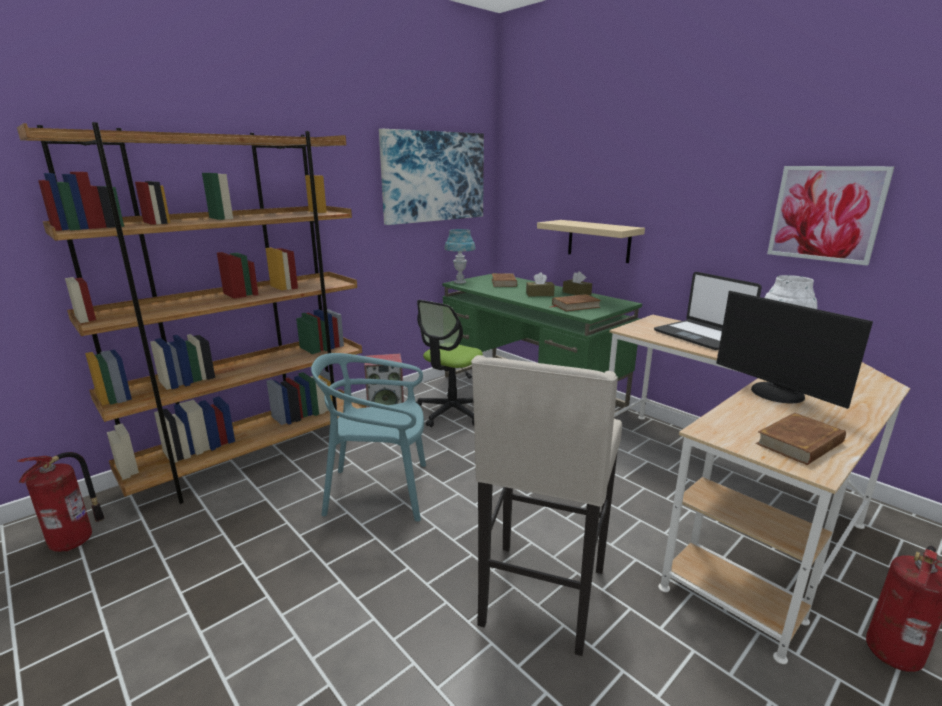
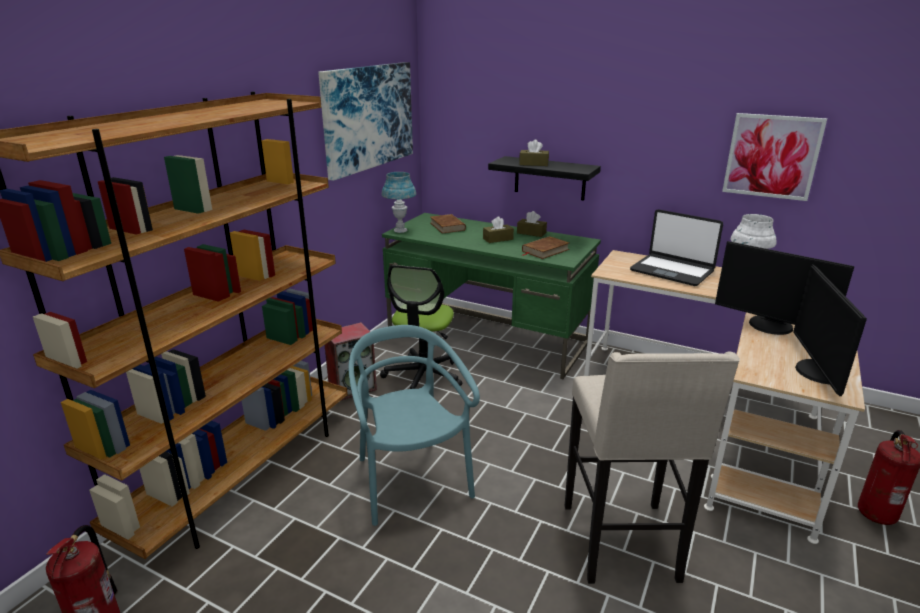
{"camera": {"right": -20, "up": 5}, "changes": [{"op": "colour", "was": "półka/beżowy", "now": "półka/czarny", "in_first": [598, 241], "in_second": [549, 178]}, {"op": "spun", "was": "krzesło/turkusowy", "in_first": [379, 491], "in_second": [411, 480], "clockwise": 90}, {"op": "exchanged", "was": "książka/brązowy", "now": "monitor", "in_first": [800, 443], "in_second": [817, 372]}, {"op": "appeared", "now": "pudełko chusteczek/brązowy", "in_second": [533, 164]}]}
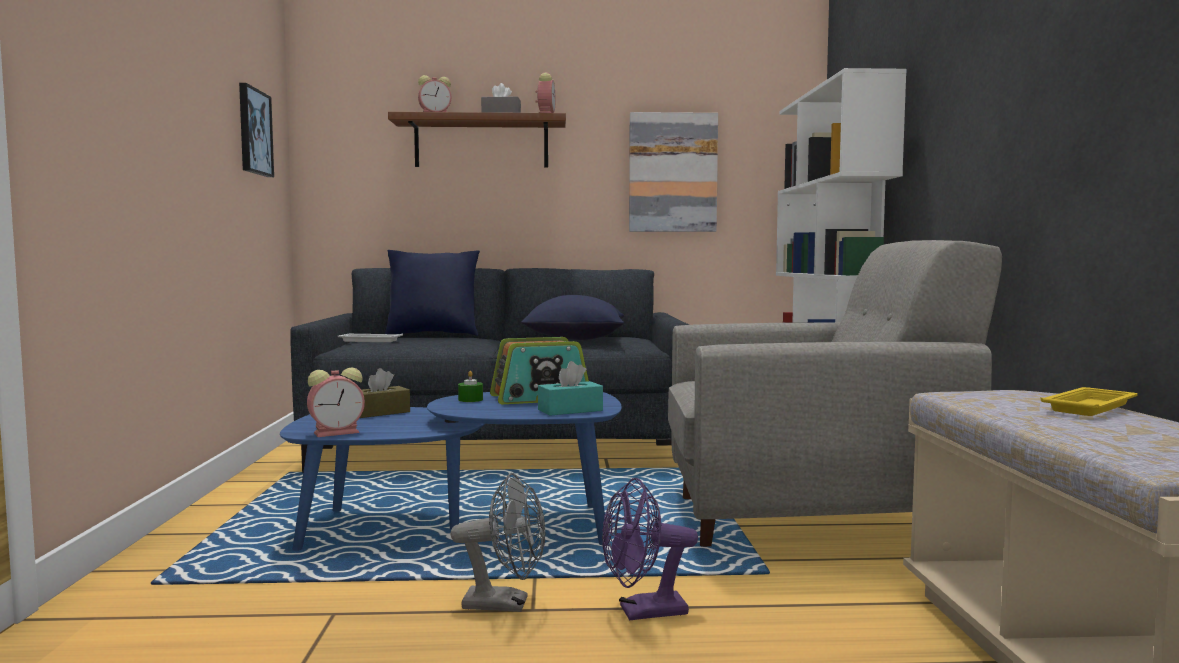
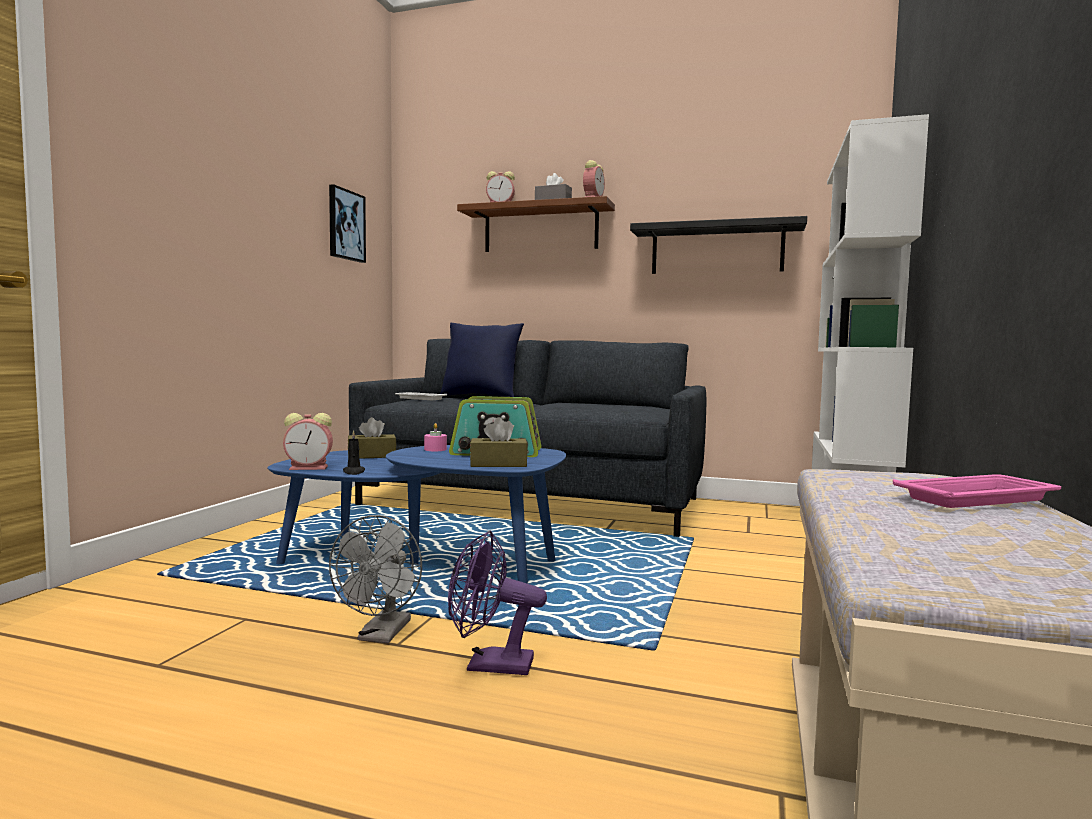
{"camera": {"right": 20, "up": 0}, "changes": [{"op": "exchanged", "was": "obraz", "now": "półka/czarny", "in_first": [672, 173], "in_second": [716, 249]}, {"op": "missing", "was": "fotel/szary", "in_first": [810, 522]}, {"op": "missing", "was": "poduszka/niebieski", "in_first": [575, 339]}, {"op": "colour", "was": "pudełko chusteczek/turkusowy", "now": "pudełko chusteczek/brązowy", "in_first": [570, 410], "in_second": [498, 464]}, {"op": "colour", "was": "świeca/zielony", "now": "świeca/różowy", "in_first": [470, 399], "in_second": [435, 449]}, {"op": "colour", "was": "taca/żółty", "now": "taca/różowy", "in_first": [1090, 407], "in_second": [978, 499]}, {"op": "spun", "was": "wentylator/szary", "in_first": [506, 604], "in_second": [381, 635], "clockwise": 75}, {"op": "appeared", "now": "świeca/czarny", "in_second": [354, 472]}]}
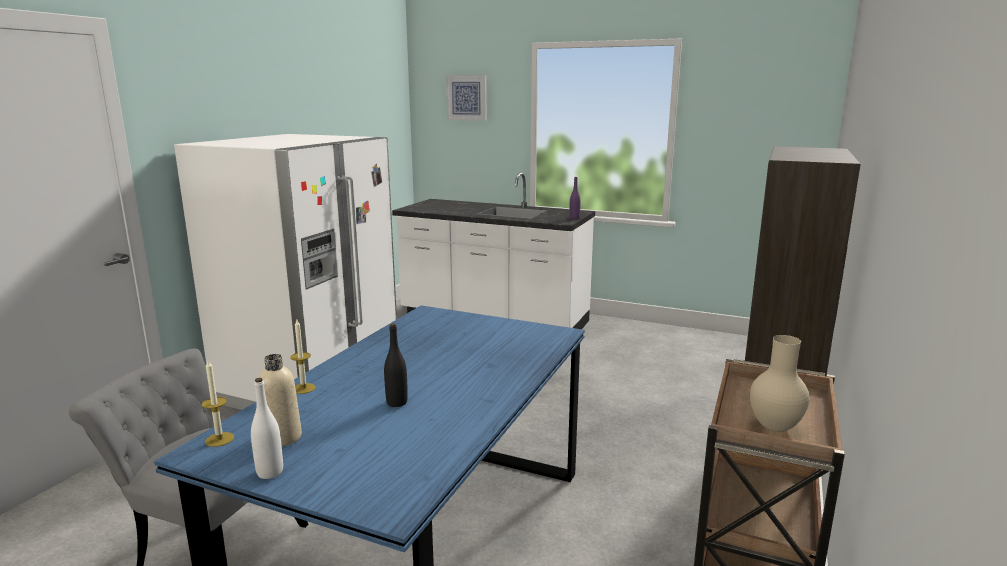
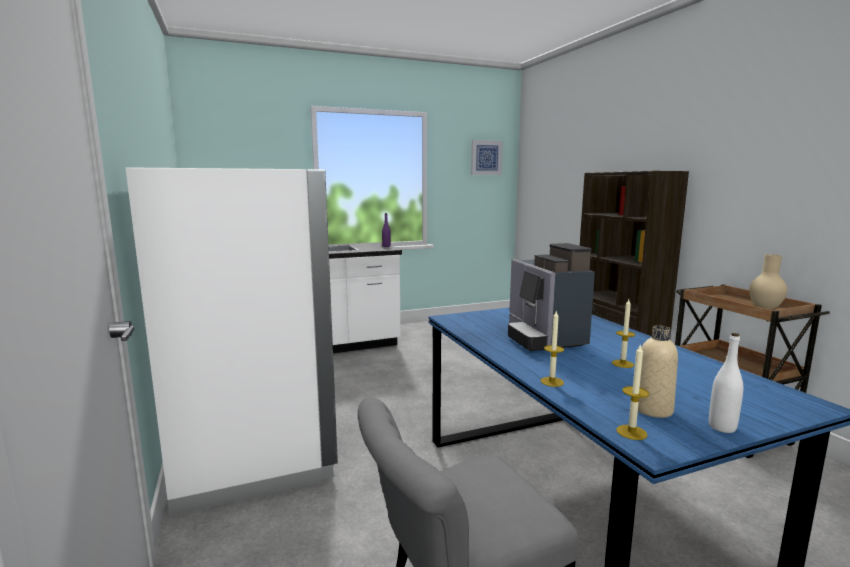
{"camera": {"right": -45, "up": -5}, "changes": [{"op": "relocated", "was": "obraz", "in_first": [467, 98], "in_second": [486, 157]}, {"op": "exchanged", "was": "butelka/czarny", "now": "świeca", "in_first": [397, 402], "in_second": [622, 364]}, {"op": "appeared", "now": "ekspres do kawy", "in_second": [543, 338]}]}
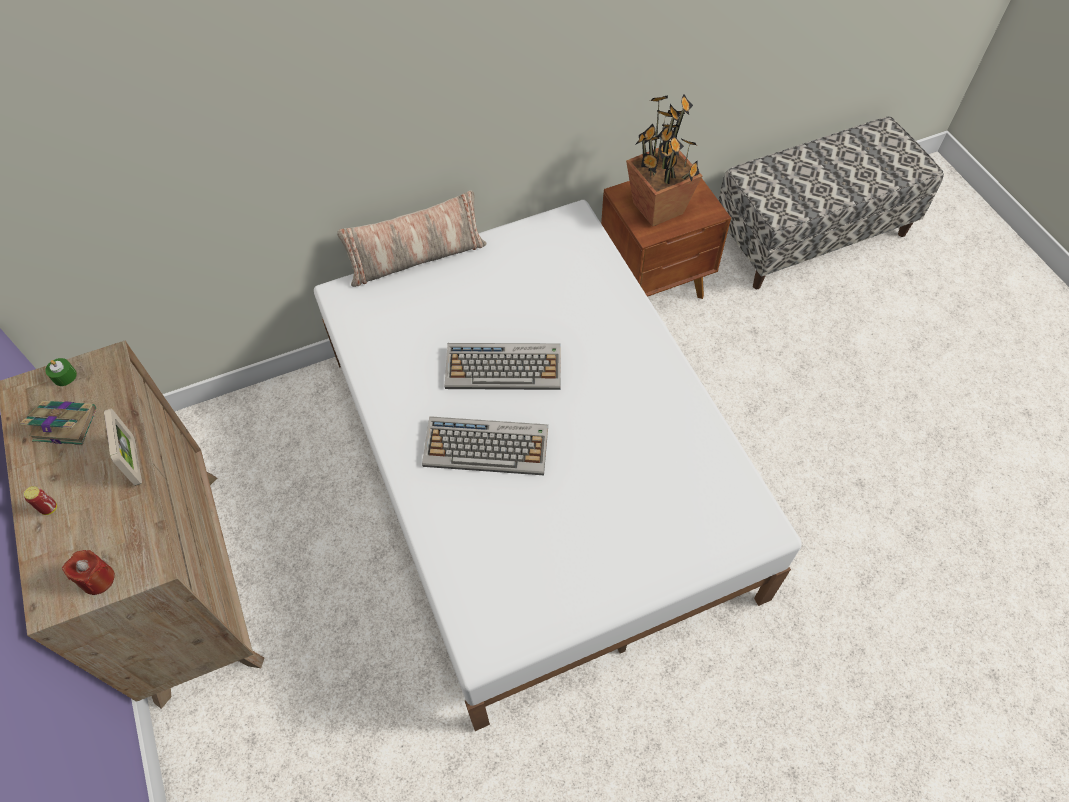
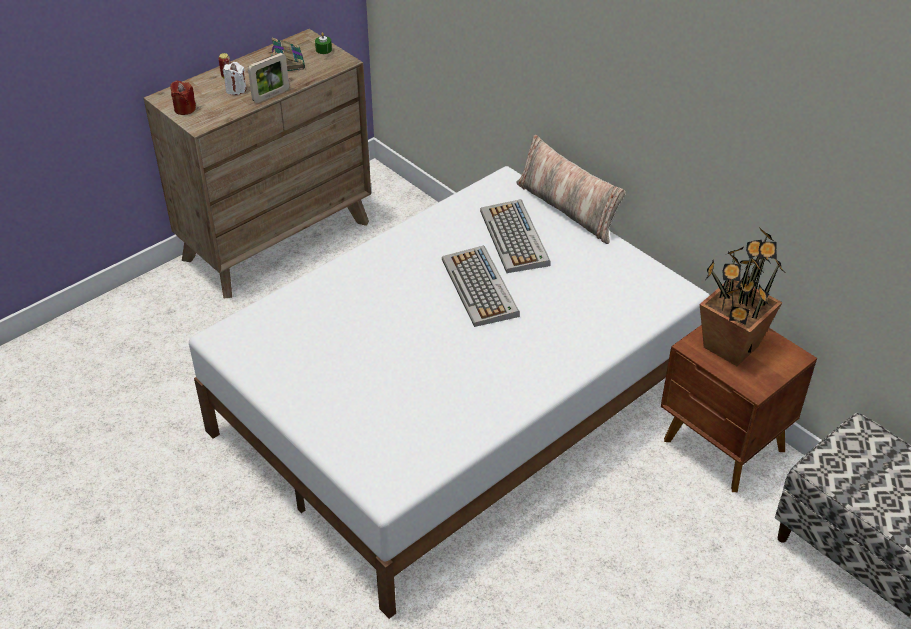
{"camera": {"right": 70, "up": -15}, "changes": [{"op": "relocated", "was": "klawiatura", "in_first": [487, 446], "in_second": [515, 238]}, {"op": "appeared", "now": "świeca/biały", "in_second": [236, 89]}]}
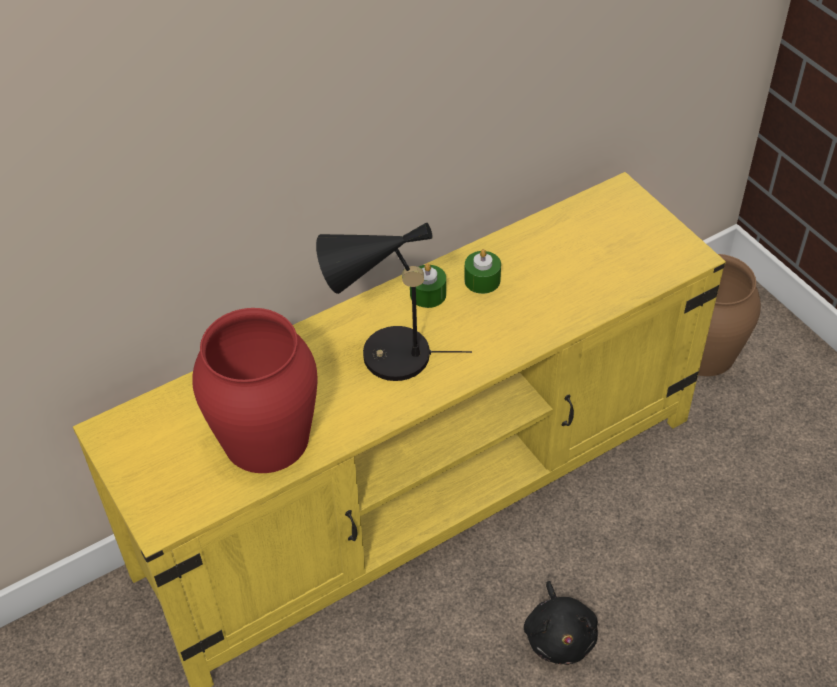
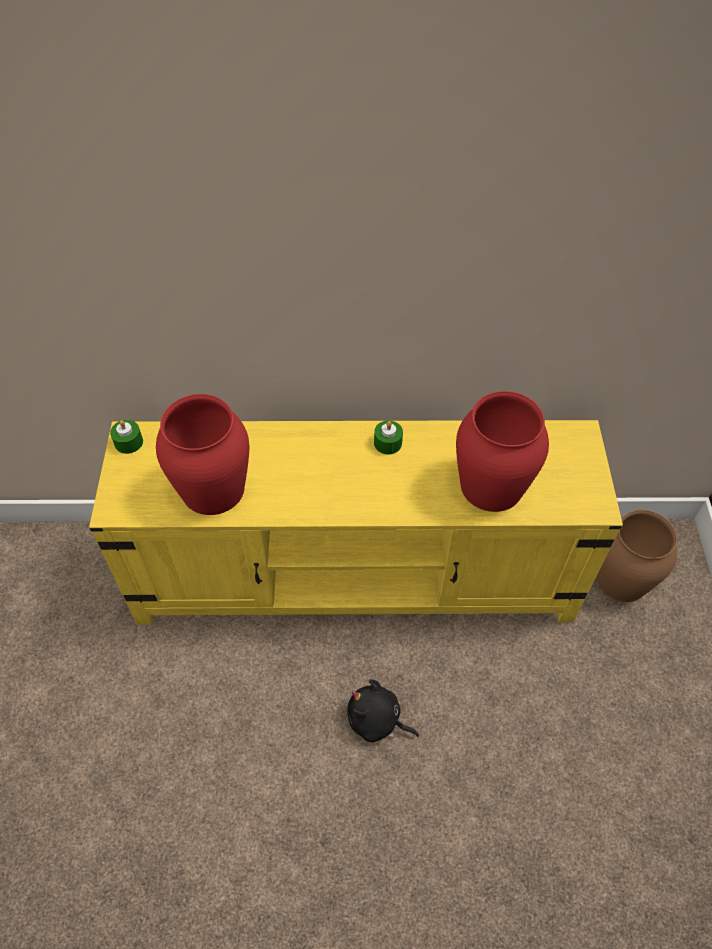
{"camera": {"right": 30, "up": 5}, "changes": [{"op": "missing", "was": "lampa stołowa/czarny", "in_first": [385, 357]}, {"op": "relocated", "was": "świeca/zielony", "in_first": [482, 280], "in_second": [128, 442]}, {"op": "spun", "was": "pluszak/czarny", "in_first": [559, 636], "in_second": [377, 720], "clockwise": 90}, {"op": "appeared", "now": "wazon/czerwony", "in_second": [491, 486]}]}
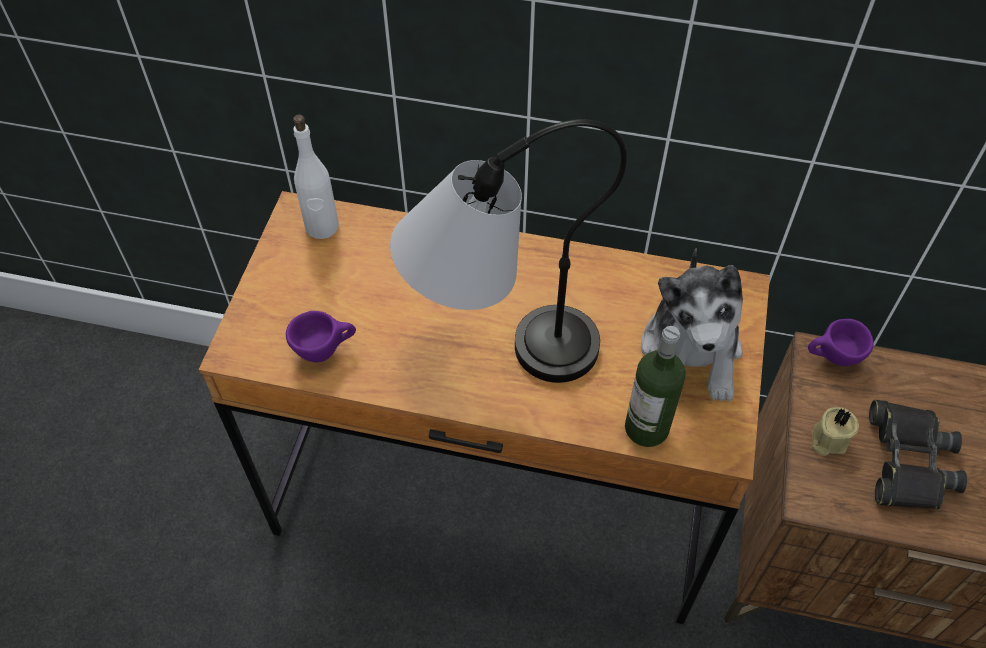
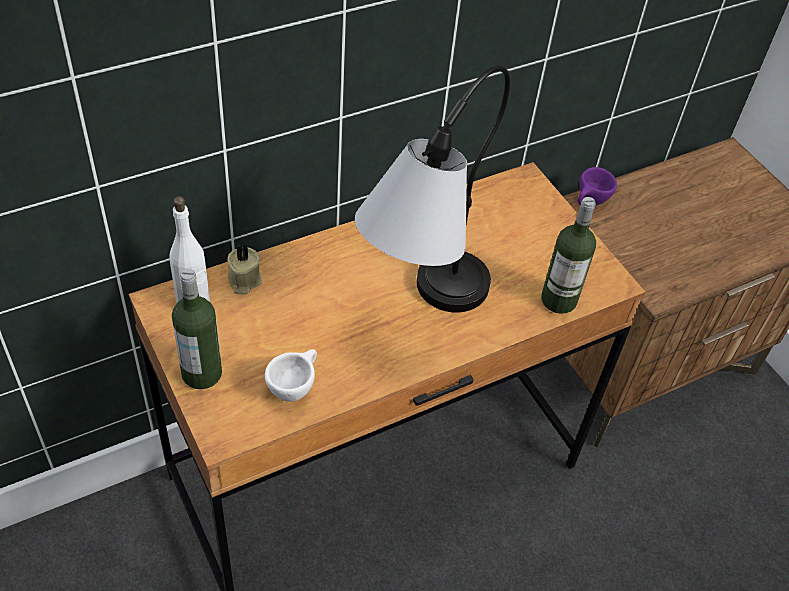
{"camera": {"right": -45, "up": -5}, "changes": [{"op": "missing", "was": "pluszak", "in_first": [691, 352]}, {"op": "colour", "was": "filiżanka/fioletowy", "now": "filiżanka/biały", "in_first": [325, 350], "in_second": [294, 388]}, {"op": "missing", "was": "lornetka/czarny", "in_first": [908, 461]}, {"op": "relocated", "was": "świeca/beżowy", "in_first": [827, 439], "in_second": [243, 281]}, {"op": "appeared", "now": "butelka", "in_second": [202, 373]}]}
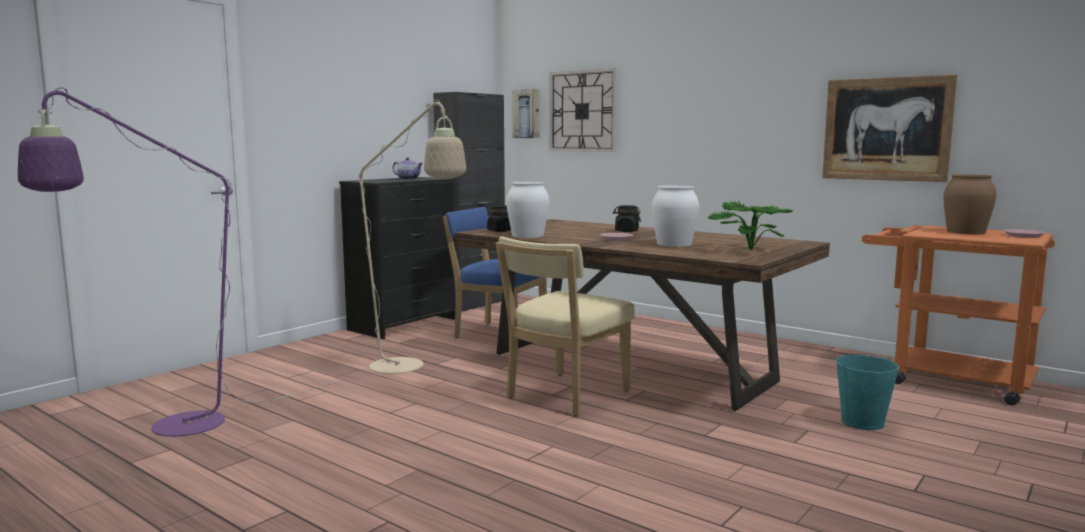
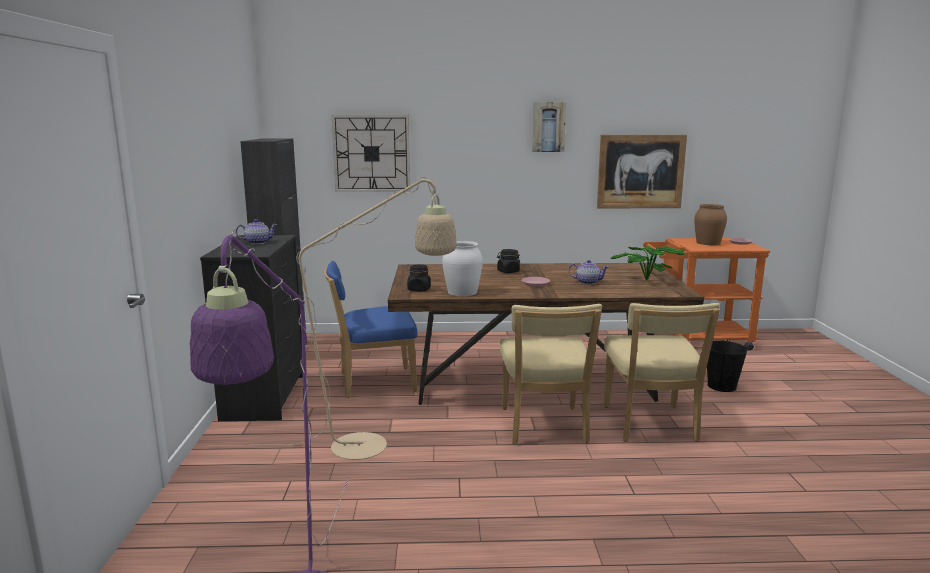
{"camera": {"right": -40, "up": 5}, "changes": [{"op": "relocated", "was": "obraz", "in_first": [527, 114], "in_second": [548, 127]}, {"op": "exchanged", "was": "wazon/biały", "now": "imbryk", "in_first": [674, 244], "in_second": [587, 282]}, {"op": "colour", "was": "wiadro/turkusowy", "now": "wiadro/czarny", "in_first": [863, 422], "in_second": [722, 386]}, {"op": "appeared", "now": "krzesło/beżowy", "in_second": [650, 426]}]}
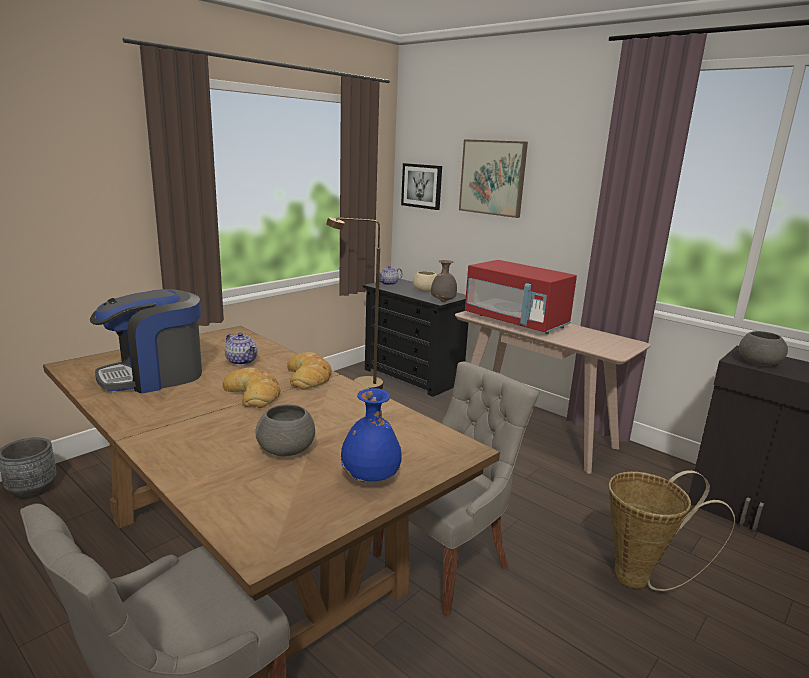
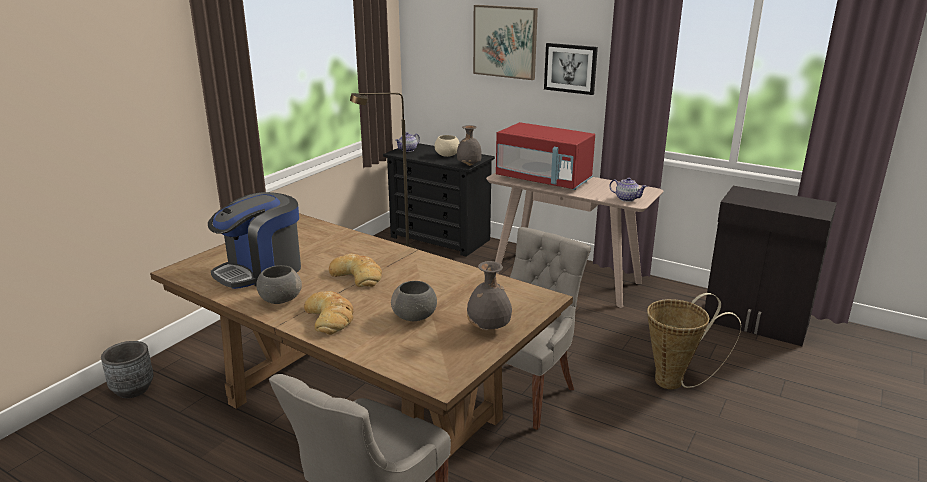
{"camera": {"right": -10, "up": 5}, "changes": [{"op": "relocated", "was": "obraz", "in_first": [422, 186], "in_second": [570, 68]}, {"op": "relocated", "was": "miska/szary", "in_first": [758, 363], "in_second": [280, 299]}, {"op": "relocated", "was": "imbryk", "in_first": [241, 361], "in_second": [626, 198]}, {"op": "relocated", "was": "chleb", "in_first": [309, 376], "in_second": [330, 317]}, {"op": "colour", "was": "wazon/niebieski", "now": "wazon/szary", "in_first": [370, 479], "in_second": [489, 328]}]}
